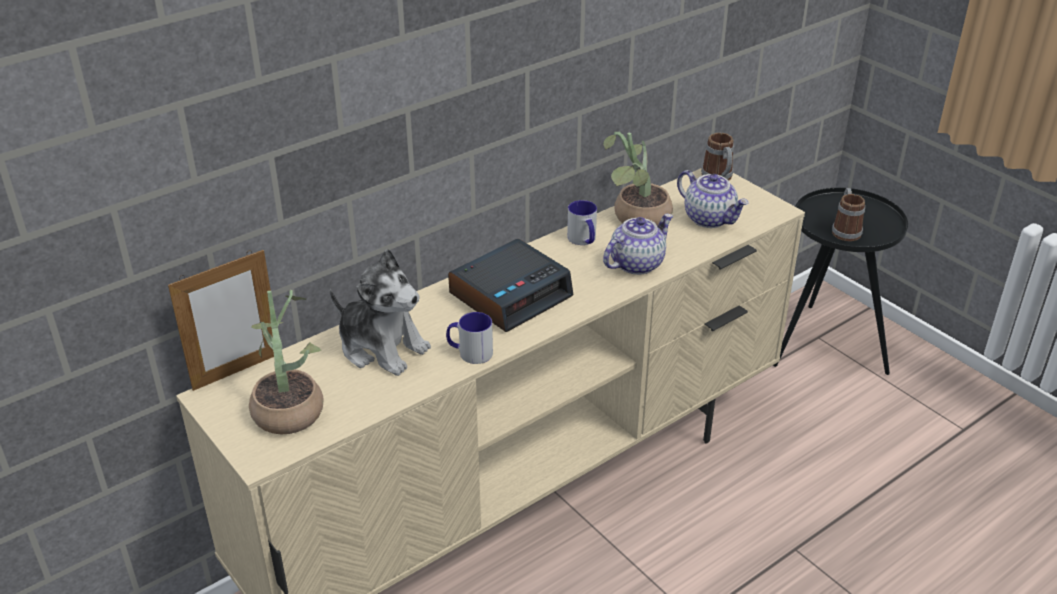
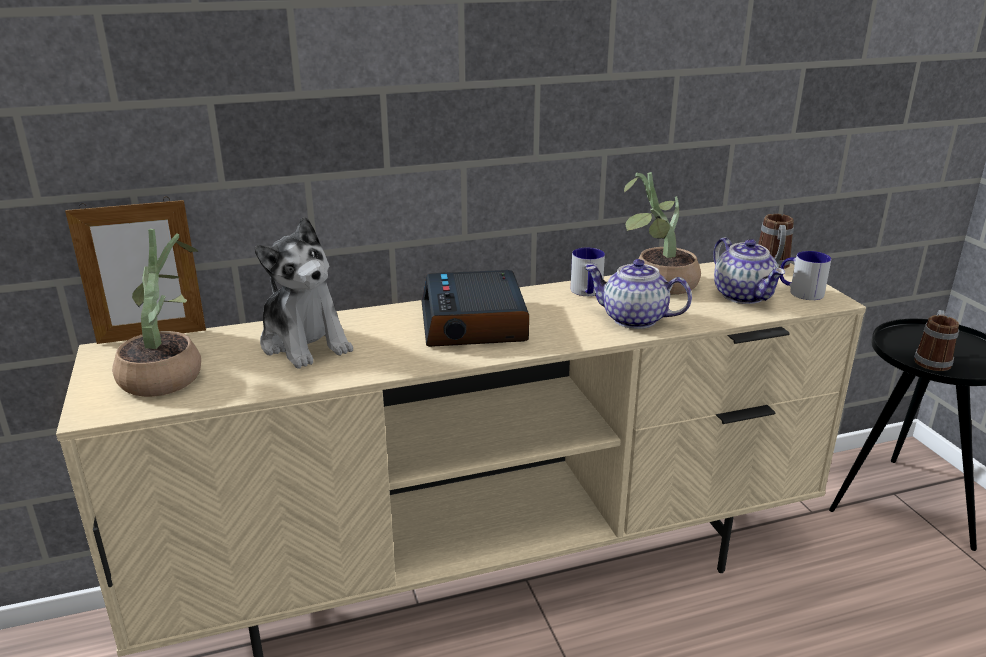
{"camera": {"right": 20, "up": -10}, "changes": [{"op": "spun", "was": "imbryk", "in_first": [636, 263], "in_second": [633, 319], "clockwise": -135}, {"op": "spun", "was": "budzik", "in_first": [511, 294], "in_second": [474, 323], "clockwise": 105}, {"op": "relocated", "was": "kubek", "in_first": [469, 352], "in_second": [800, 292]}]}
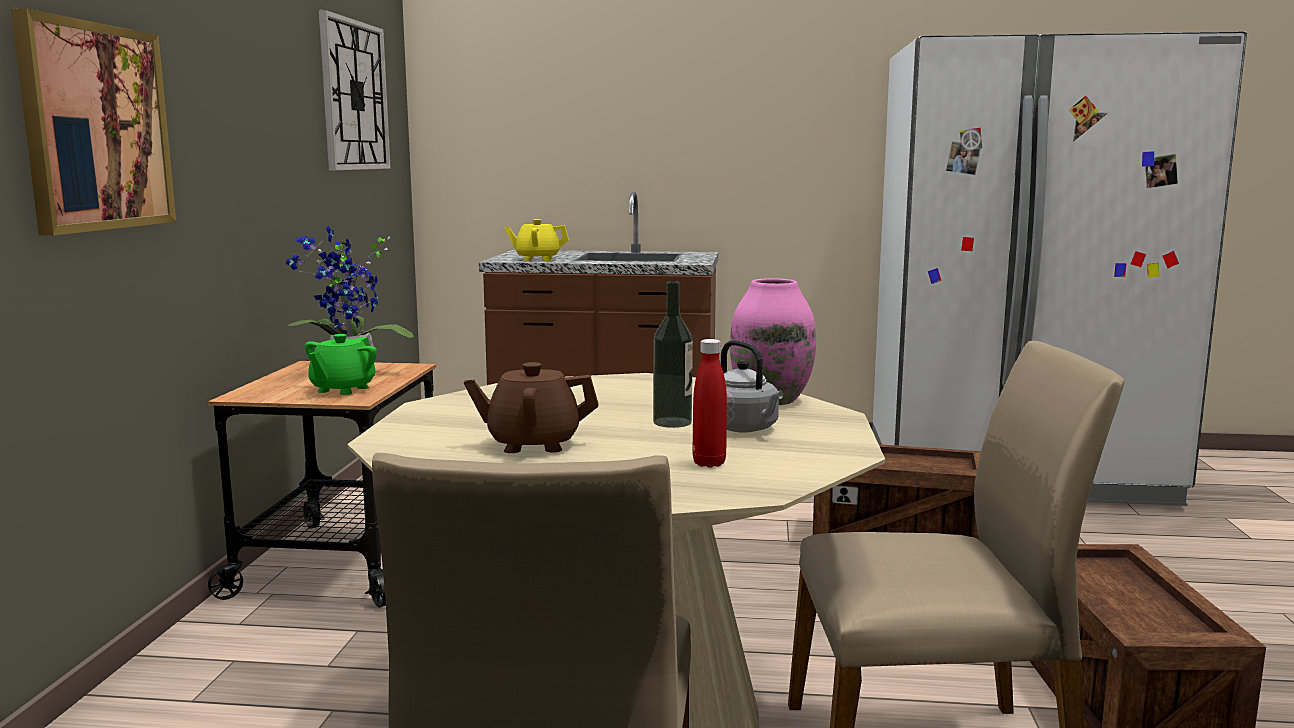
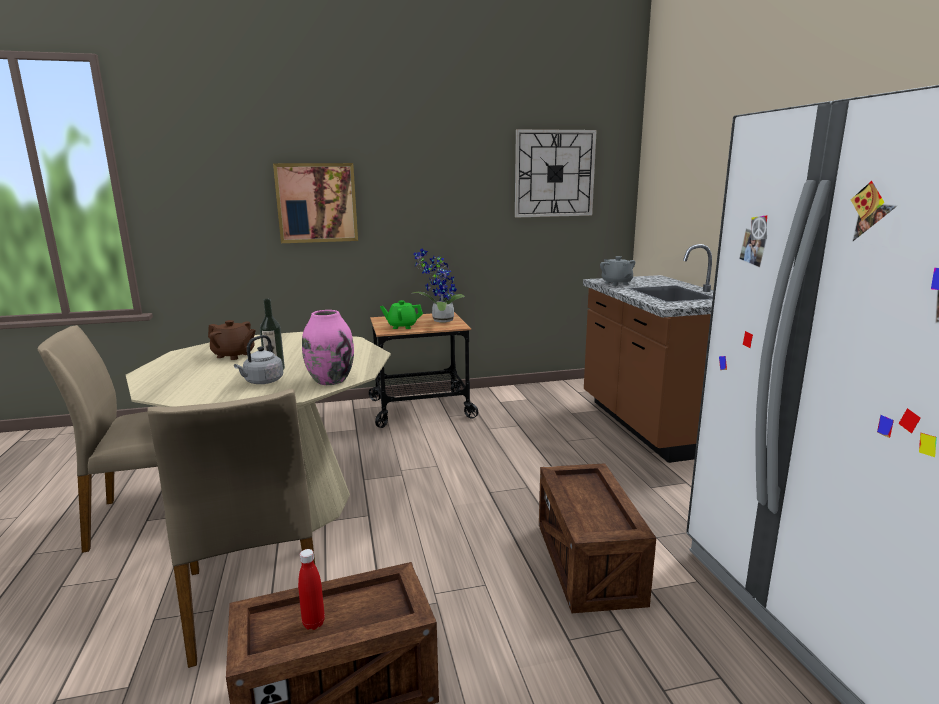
{"camera": {"right": 70, "up": 5}, "changes": [{"op": "colour", "was": "imbryk/żółty", "now": "imbryk/szary", "in_first": [537, 259], "in_second": [616, 283]}, {"op": "relocated", "was": "butelka/czerwony", "in_first": [709, 463], "in_second": [313, 623]}, {"op": "spun", "was": "imbryk/brązowy", "in_first": [533, 444], "in_second": [234, 355], "clockwise": 135}]}
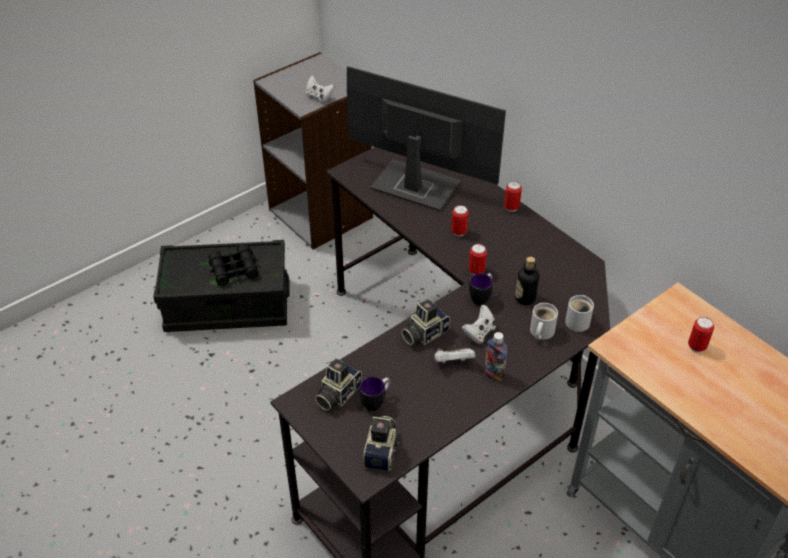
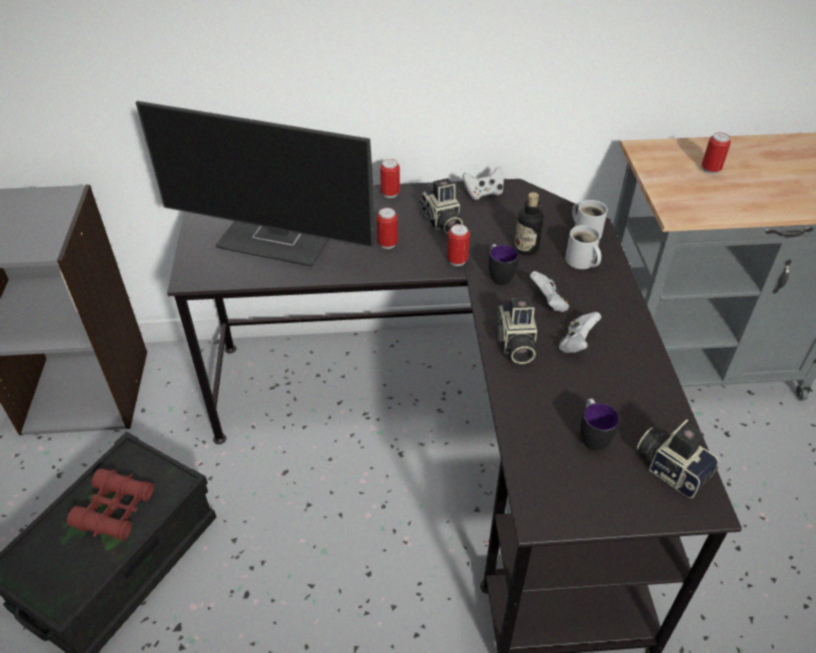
{"camera": {"right": -55, "up": 0}, "changes": [{"op": "spun", "was": "monitor", "in_first": [413, 186], "in_second": [279, 239], "clockwise": -135}, {"op": "relocated", "was": "pad do gier/biały", "in_first": [319, 97], "in_second": [483, 193]}, {"op": "colour", "was": "lornetka/czarny", "now": "lornetka/czerwony", "in_first": [234, 270], "in_second": [115, 510]}, {"op": "missing", "was": "butelka", "in_first": [493, 374]}, {"op": "relocated", "was": "aparat fotograficzny", "in_first": [337, 394], "in_second": [441, 222]}]}
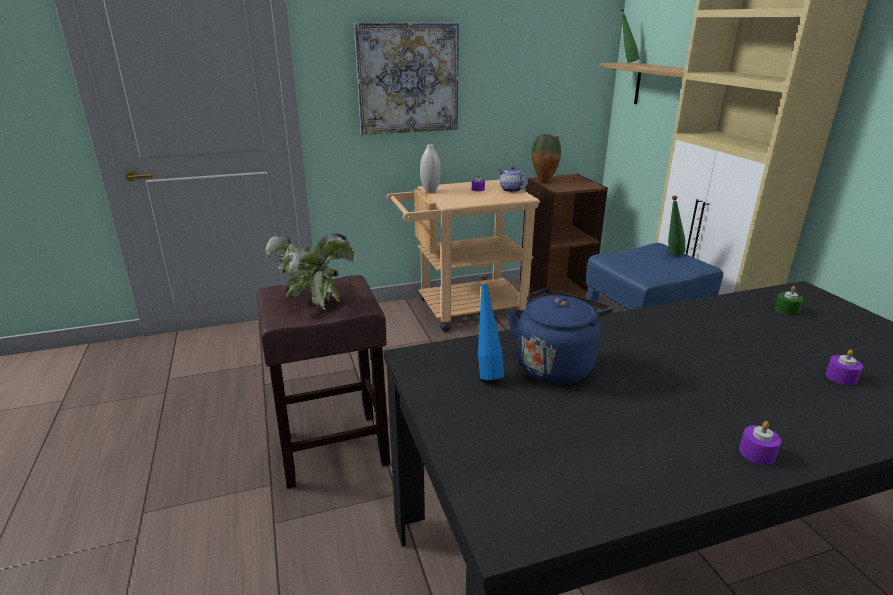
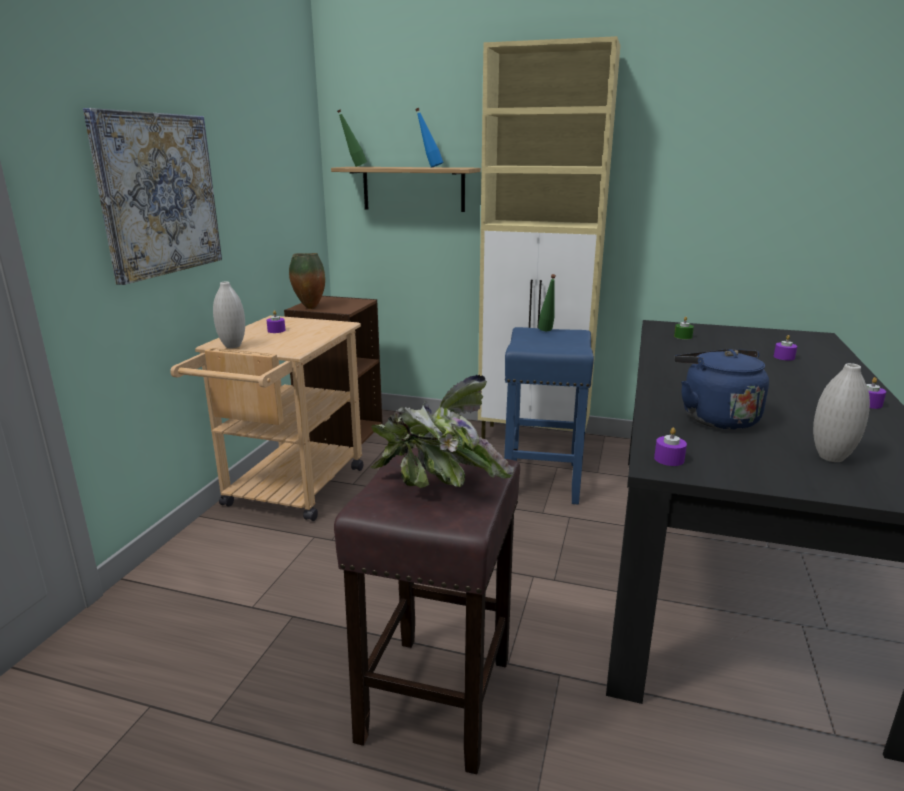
{"camera": {"right": -55, "up": -5}, "changes": [{"op": "missing", "was": "imbryk", "in_first": [510, 190]}, {"op": "relocated", "was": "butelka/niebieski", "in_first": [487, 372], "in_second": [429, 167]}, {"op": "appeared", "now": "wazon/biały", "in_second": [831, 457]}, {"op": "appeared", "now": "świeca/fioletowy", "in_second": [669, 459]}]}
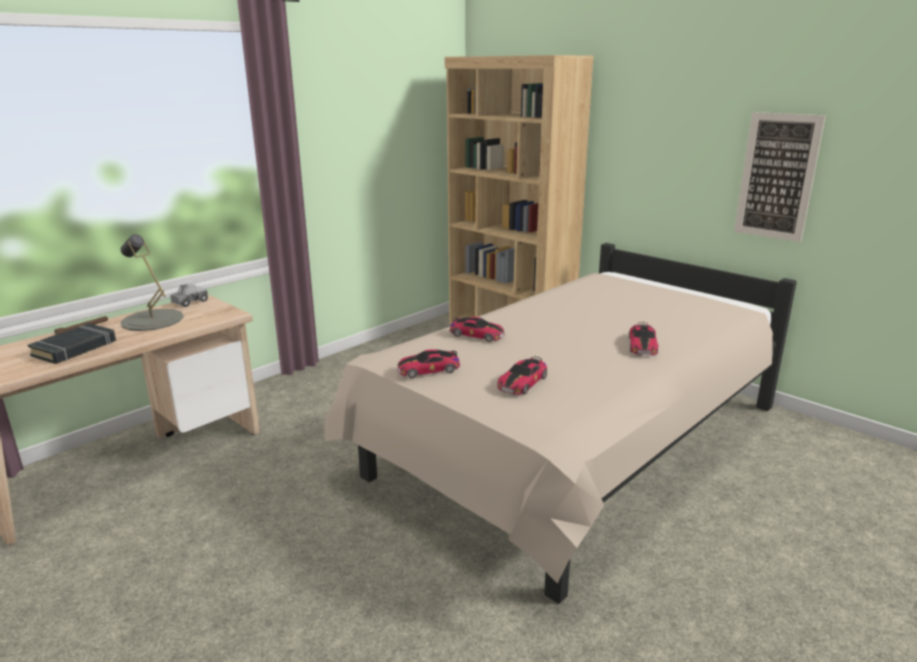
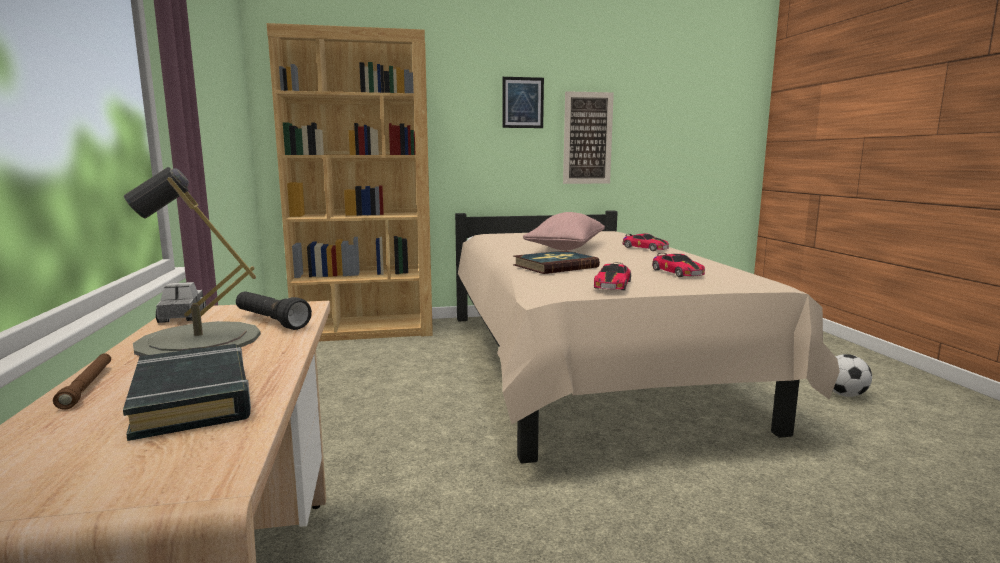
{"camera": {"right": -55, "up": -10}, "changes": [{"op": "exchanged", "was": "samochodzik", "now": "książka", "in_first": [477, 335], "in_second": [555, 266]}, {"op": "appeared", "now": "obraz", "in_second": [522, 102]}, {"op": "appeared", "now": "poduszka/różowy", "in_second": [566, 248]}, {"op": "appeared", "now": "latarka/czarny", "in_second": [271, 322]}, {"op": "appeared", "now": "piłka futbolowa", "in_second": [844, 395]}]}
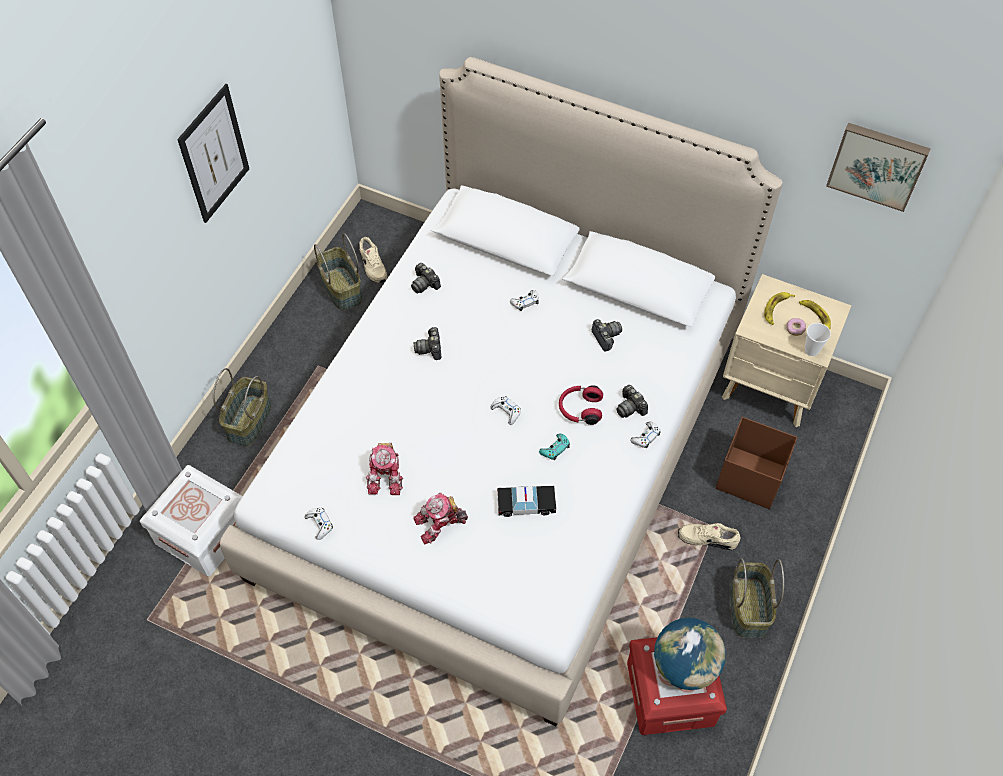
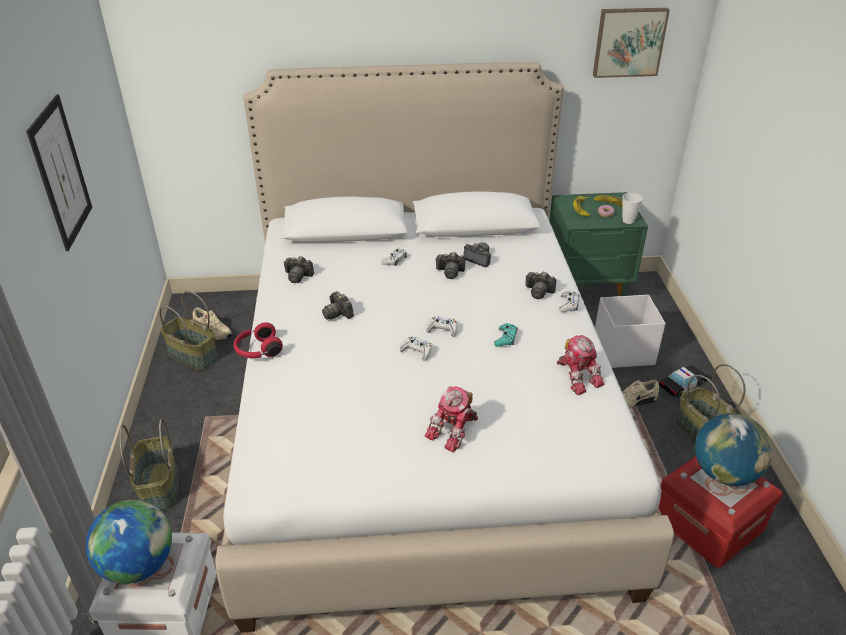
{"camera": {"right": -30, "up": -20}, "changes": [{"op": "colour", "was": "szafka nocna/beżowy", "now": "szafka nocna/zielony", "in_first": [771, 387], "in_second": [586, 295]}, {"op": "relocated", "was": "słuchawki/czerwony", "in_first": [580, 409], "in_second": [258, 350]}, {"op": "colour", "was": "pojemnik do przechowywania/brązowy", "now": "pojemnik do przechowywania/biały", "in_first": [749, 477], "in_second": [622, 351]}, {"op": "relocated", "was": "robot zabawkowy", "in_first": [387, 475], "in_second": [577, 376]}, {"op": "relocated", "was": "samochodzik", "in_first": [526, 504], "in_second": [682, 385]}, {"op": "relocated", "was": "pad do gier/biały", "in_first": [319, 524], "in_second": [416, 351]}, {"op": "appeared", "now": "aparat fotograficzny", "in_second": [450, 272]}, {"op": "appeared", "now": "globus", "in_second": [138, 565]}]}
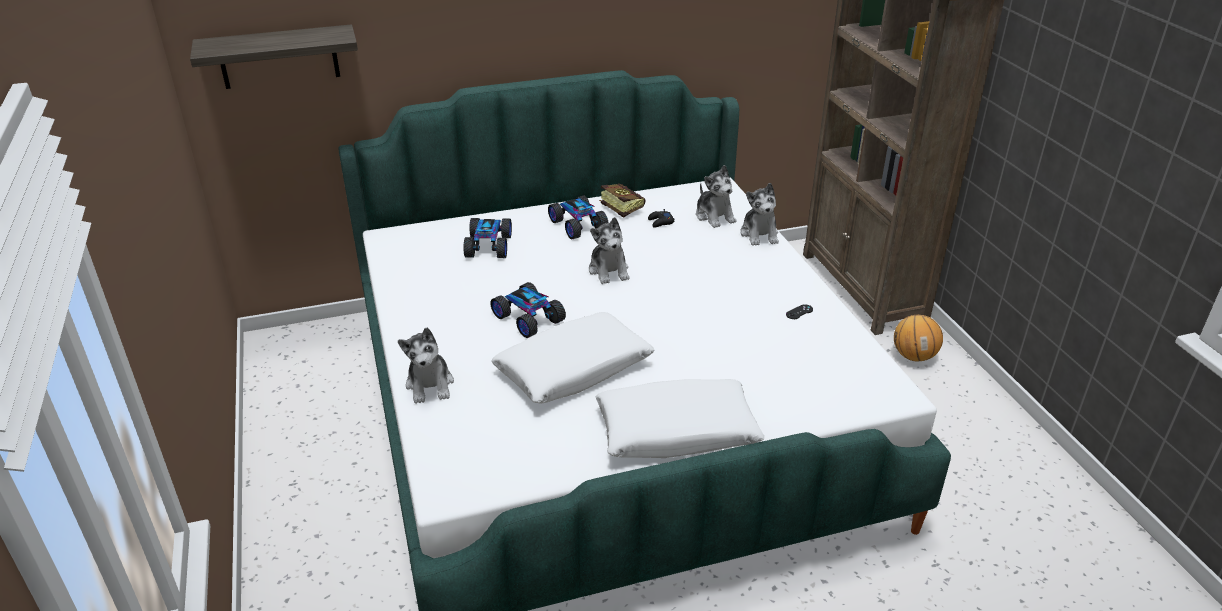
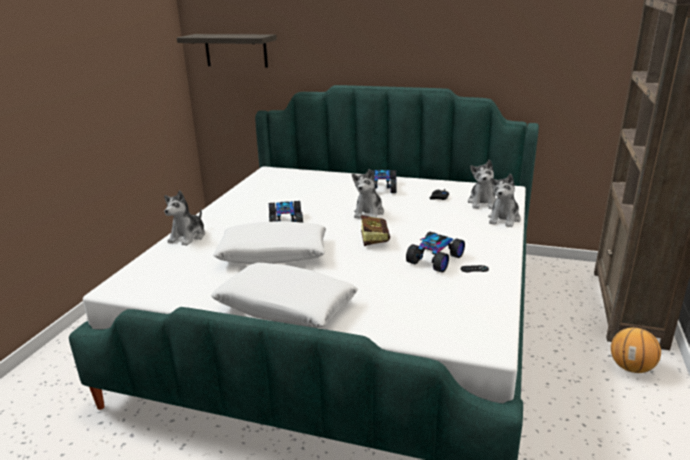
{"camera": {"right": 35, "up": -10}, "changes": [{"op": "relocated", "was": "książka", "in_first": [619, 208], "in_second": [374, 239]}, {"op": "relocated", "was": "samochodzik", "in_first": [489, 246], "in_second": [436, 259]}]}
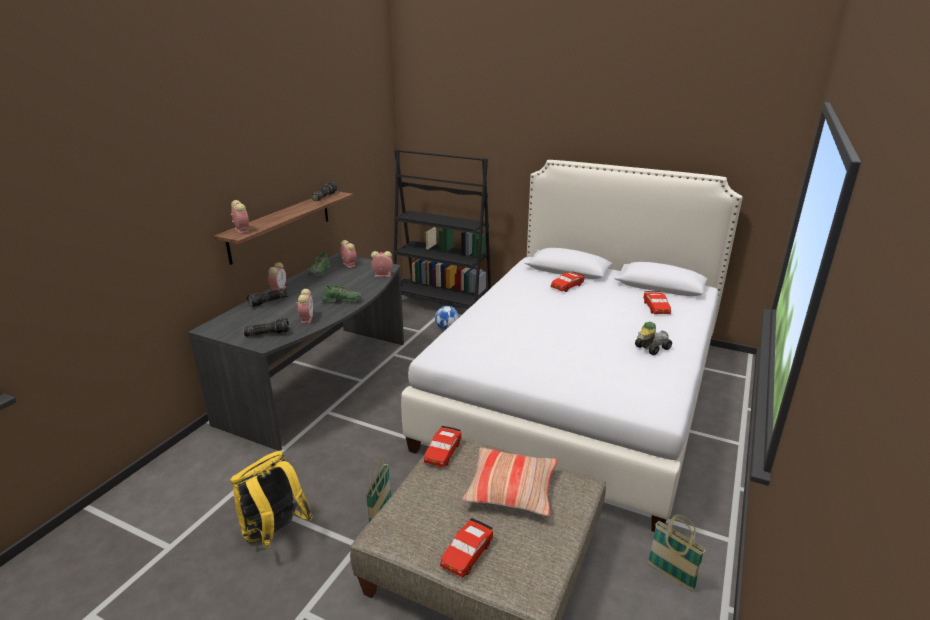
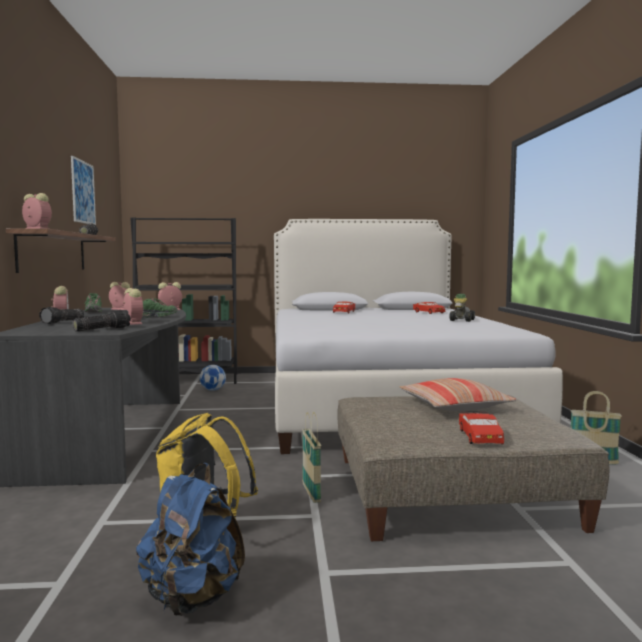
{"camera": {"right": -30, "up": -20}, "changes": [{"op": "missing", "was": "samochodzik/czerwony", "in_first": [442, 452]}, {"op": "appeared", "now": "obraz", "in_second": [83, 192]}, {"op": "appeared", "now": "plecak/niebieski", "in_second": [192, 598]}]}
